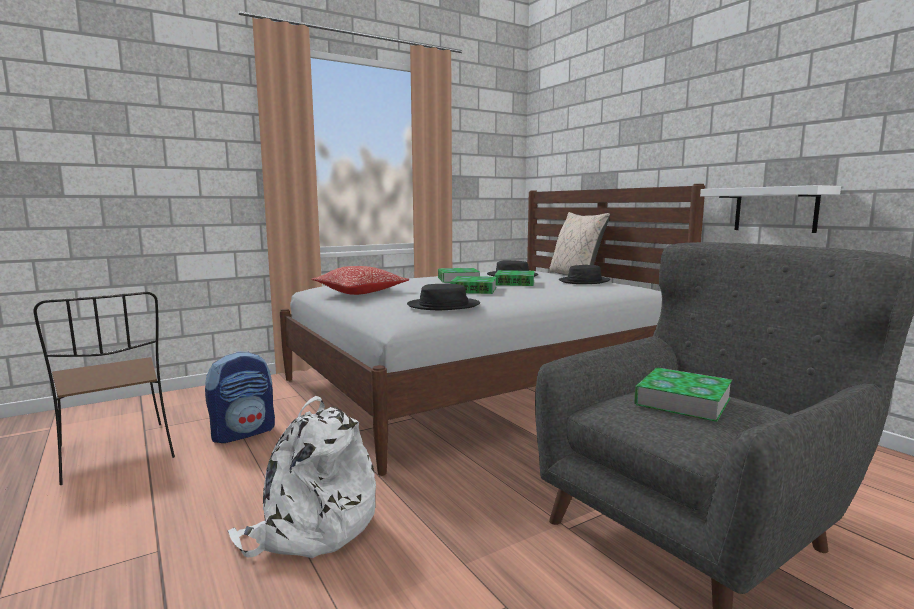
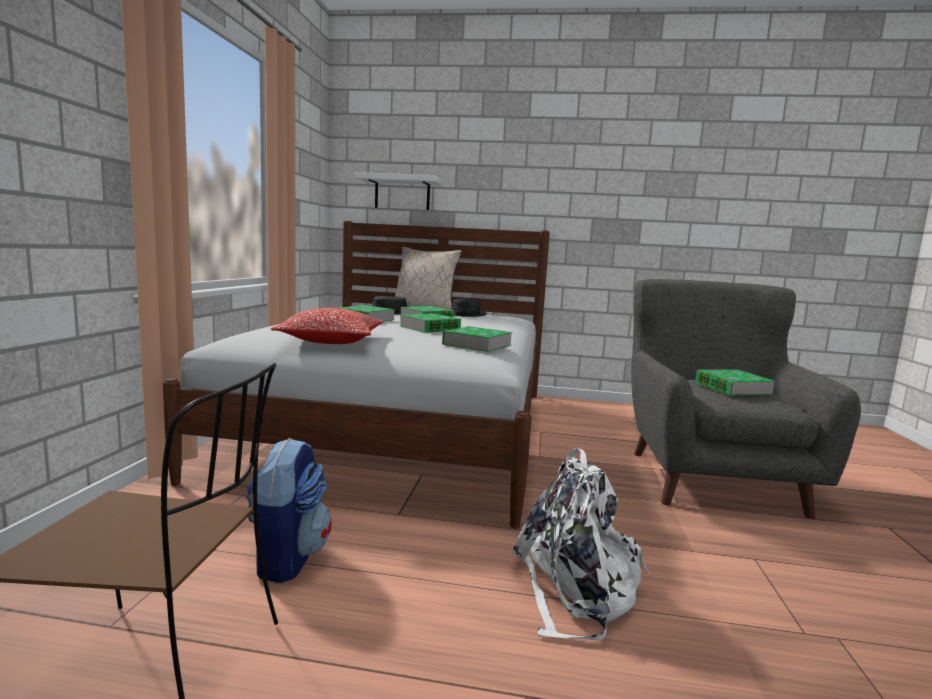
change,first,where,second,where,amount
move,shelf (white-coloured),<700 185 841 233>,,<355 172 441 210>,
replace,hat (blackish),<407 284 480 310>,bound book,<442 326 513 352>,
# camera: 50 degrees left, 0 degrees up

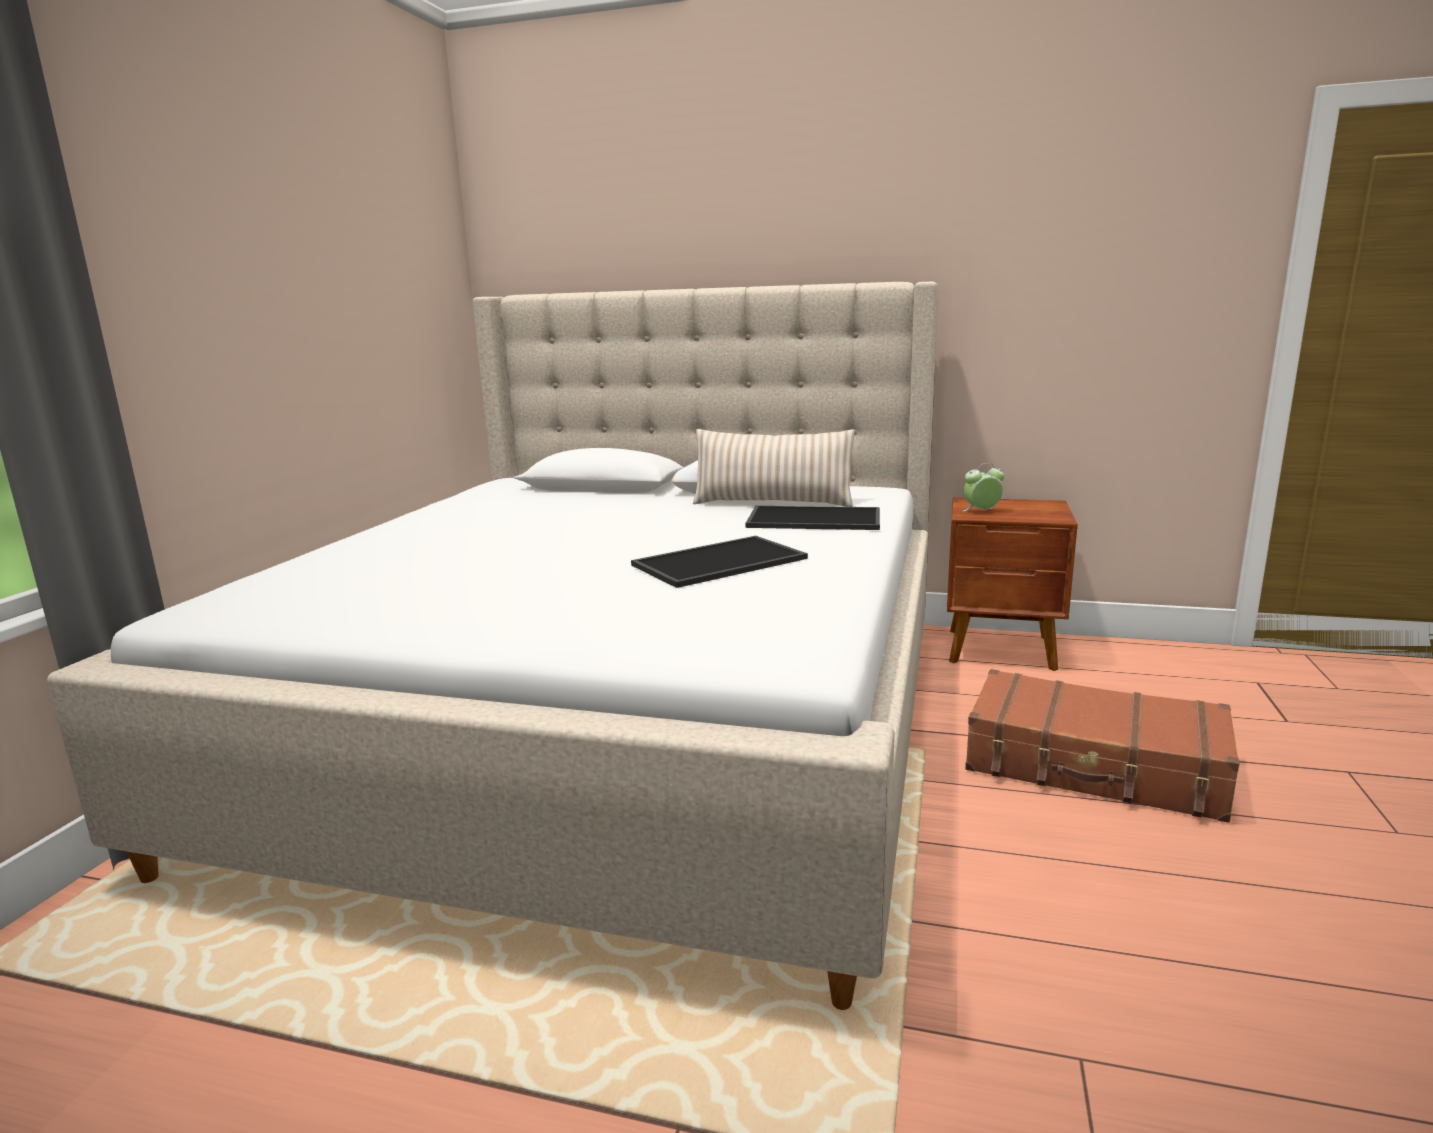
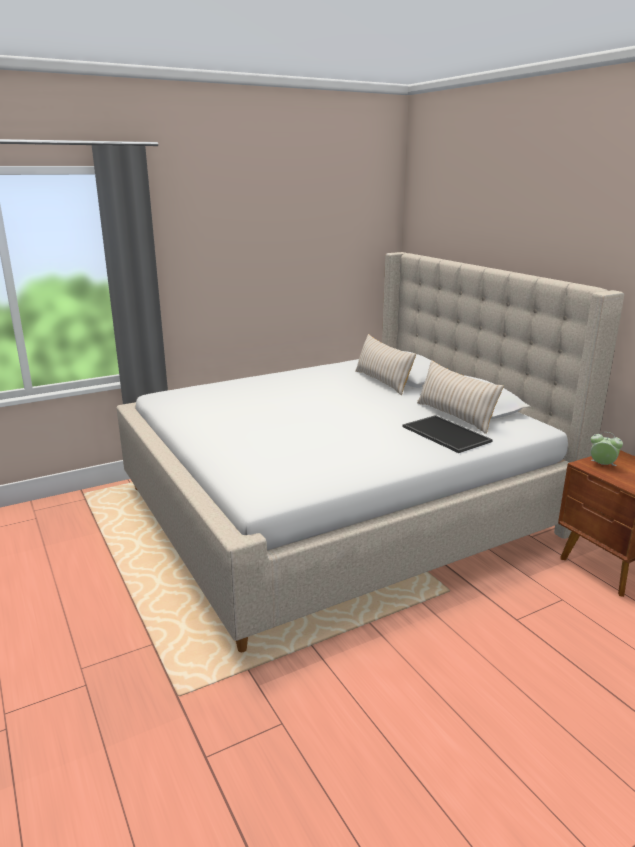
change,first,where,second,where,amount
delete,tray,<631 536 808 588>,,,
delete,suitcase (brownish),<965 669 1239 823>,,,
insert,,,throw pillow (beige-coloured),<355 334 416 395>,
# camera: 45 degrees right, 5 degrees up

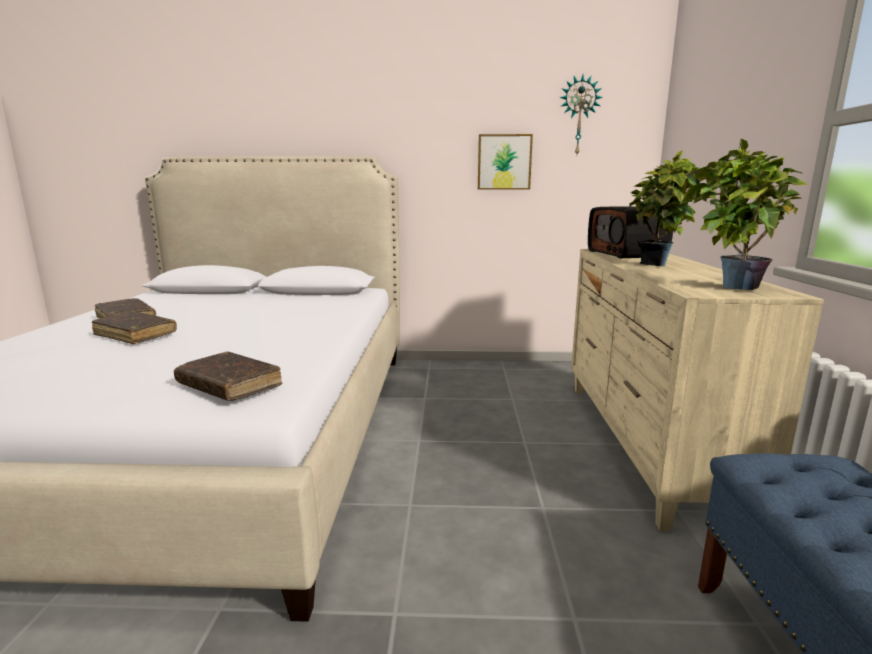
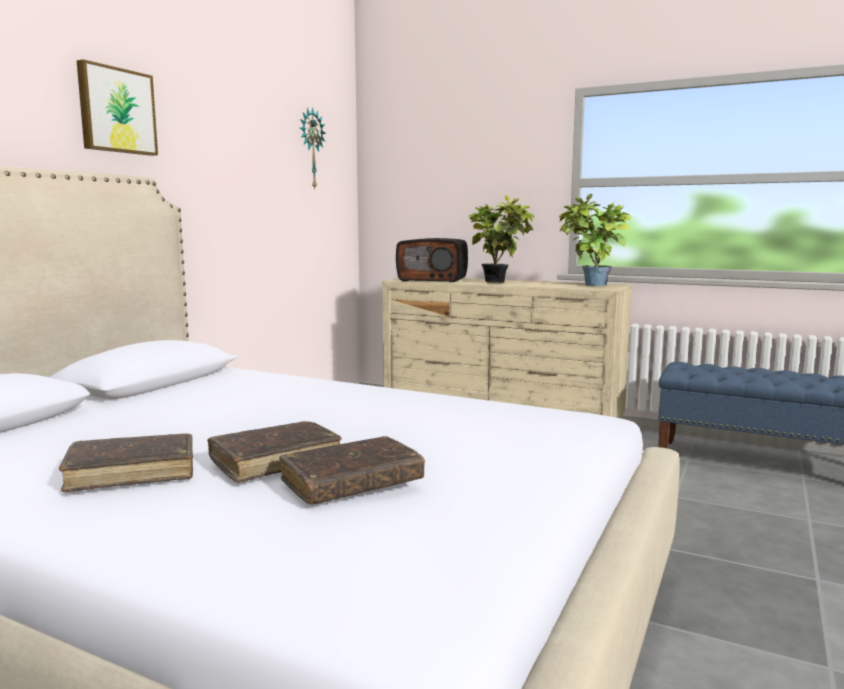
change,first,where,second,where,amount
move,picture,<478 134 533 190>,,<77 59 158 156>,
move,bound book (brownish),<174 352 282 401>,,<279 436 425 504>,
# camera: 65 degrees left, 5 degrees down

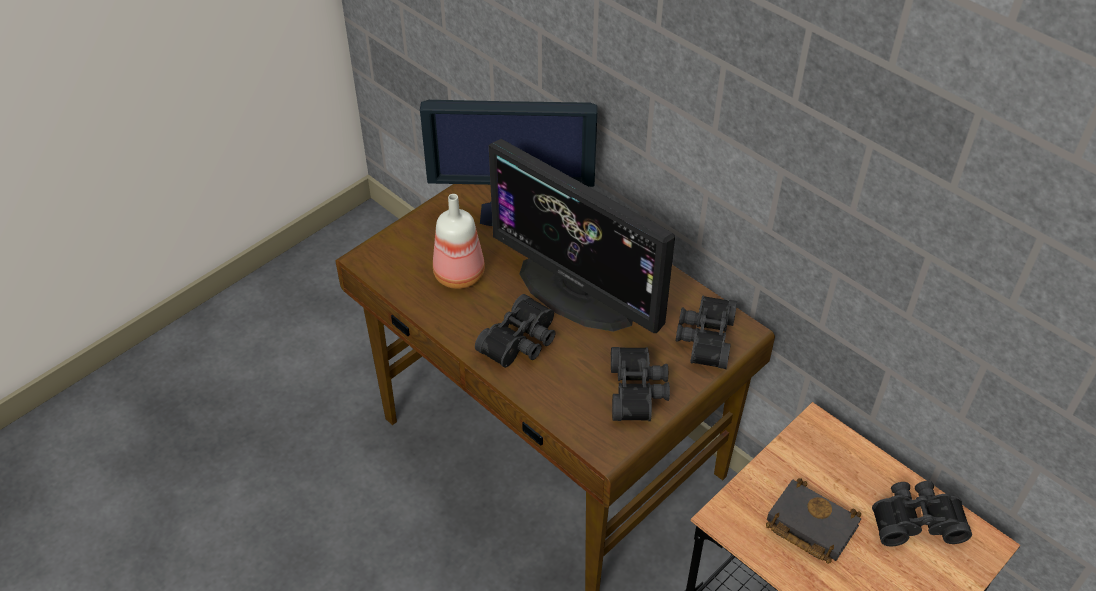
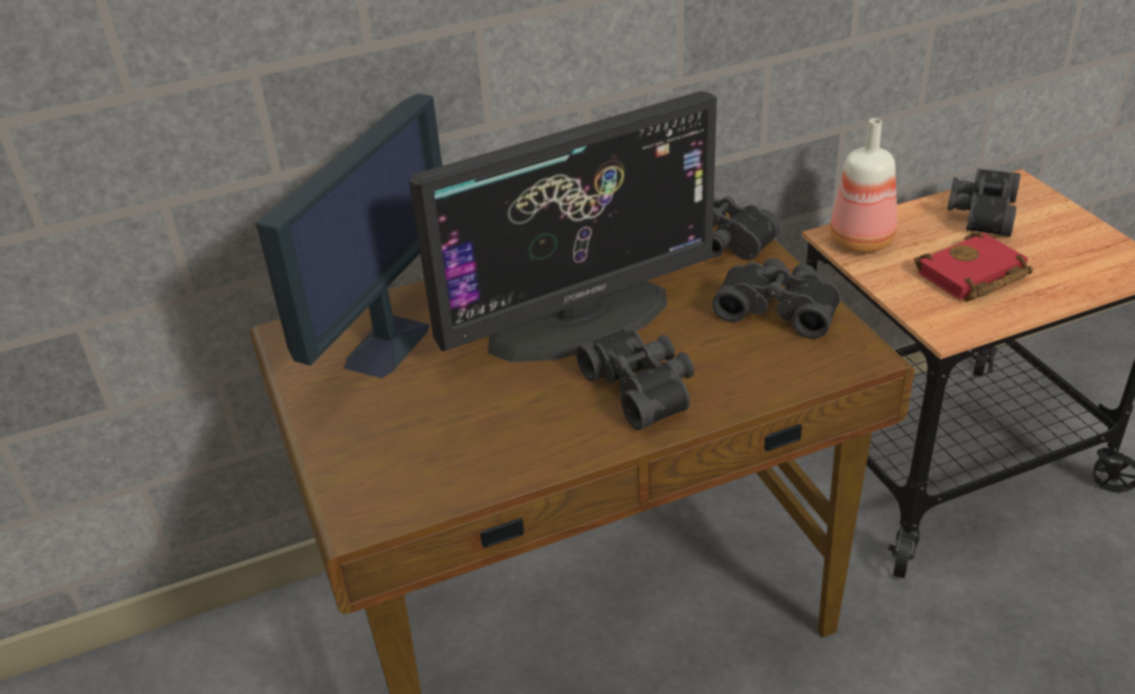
change,first,where,second,where,amount
move,beverage bottle,<433 194 485 289>,,<830 118 897 253>,
recolor,bound book (blackish),<766 478 861 564>,bound book (red-coloured),<914 232 1033 302>,
# camera: 65 degrees left, 10 degrees down

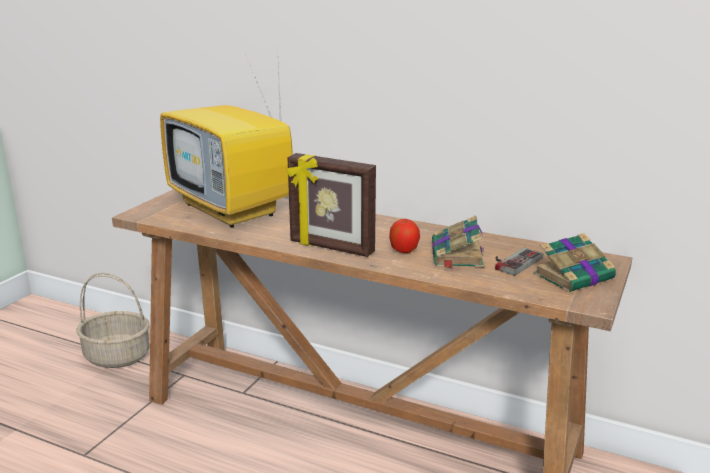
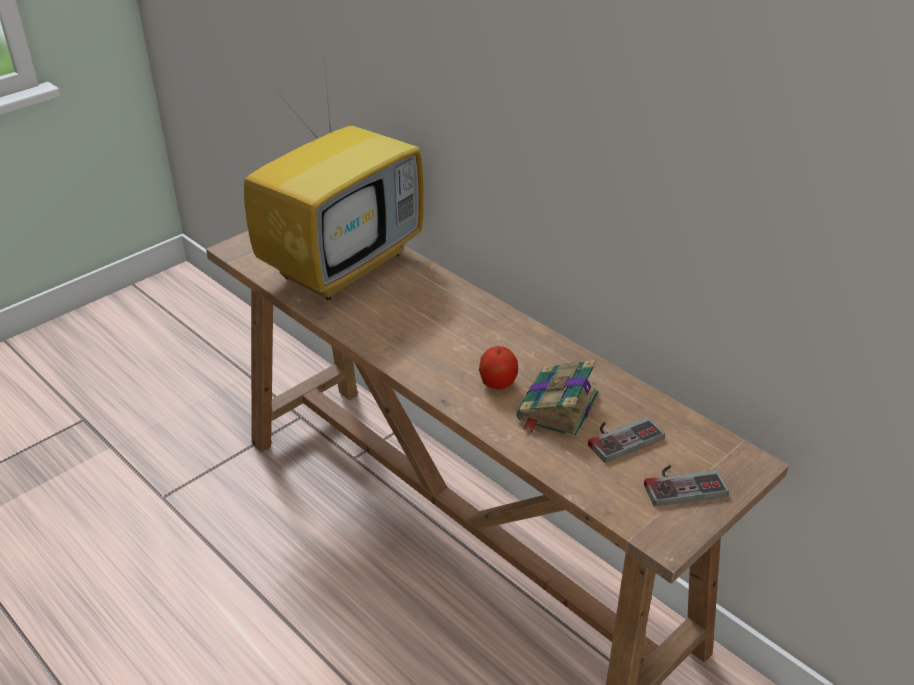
change,first,where,second,where,amount
rotate,TV,<160 44 293 228>,,<244 44 424 300>,120 degrees counterclockwise
delete,photo frame,<287 153 376 257>,,,
replace,bound book,<533 233 616 293>,joypad,<644 465 729 506>,
delete,household basket,<77 273 150 368>,,,
# camera: 20 degrees right, 15 degrees up

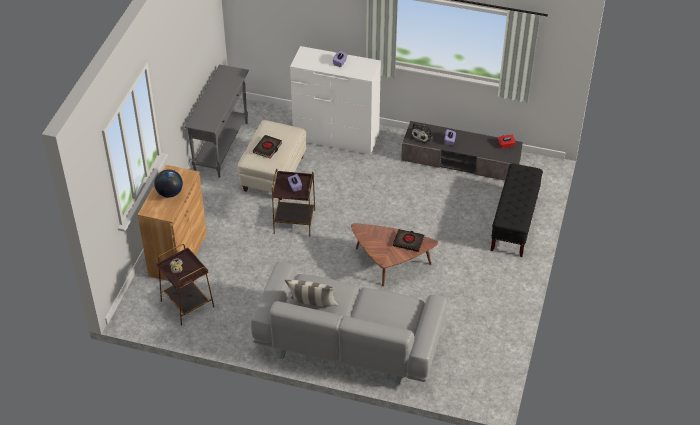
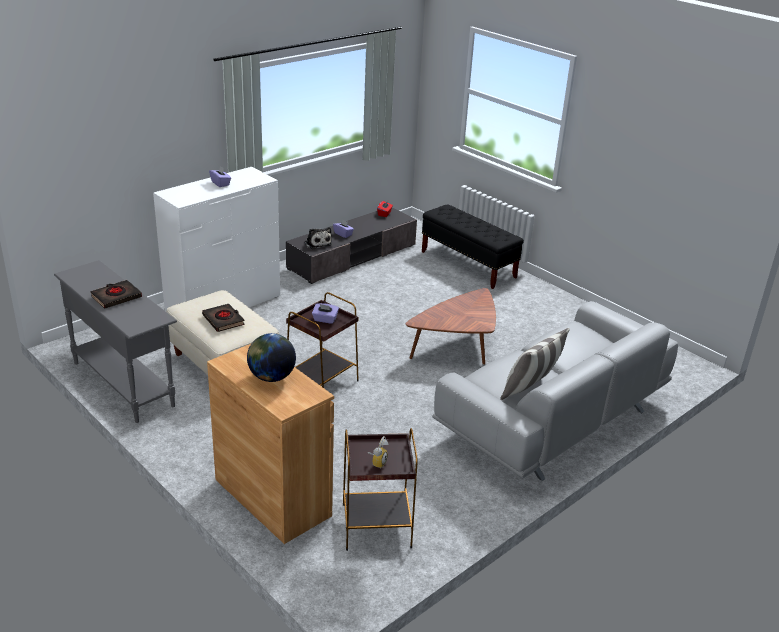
change,first,where,second,where,amount
move,bound book (blackish),<393 229 424 252>,,<90 280 142 309>,
# camera: 60 degrees left, 15 degrees down

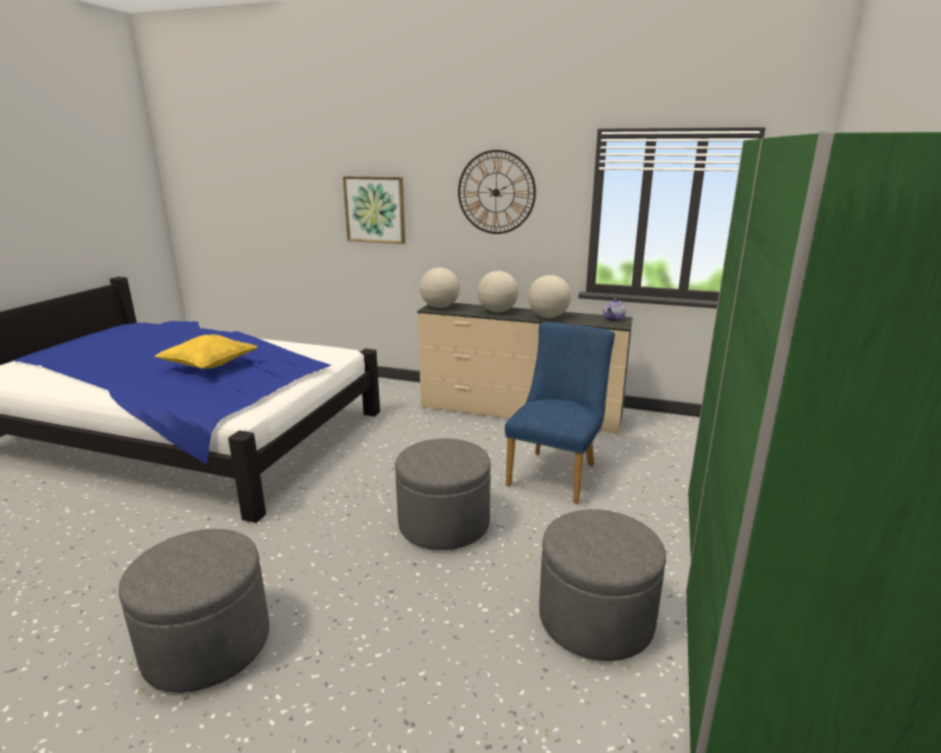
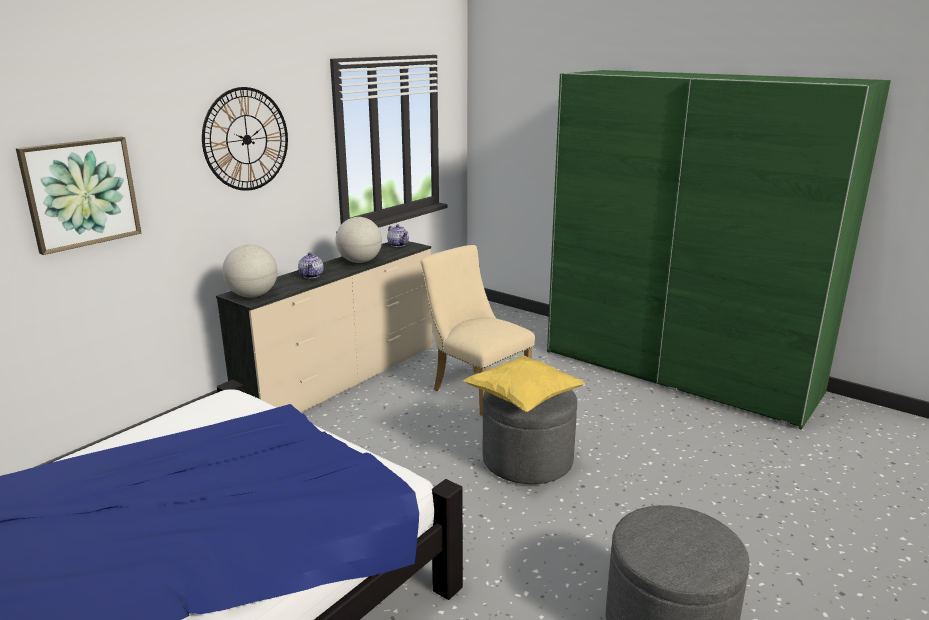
change,first,where,second,where,amount
replace,desk globe,<477 271 519 312>,teapot,<298 252 324 278>,
recolor,plain chair (bluish),<505 322 615 504>,plain chair (beige-coloured),<421 245 535 417>,
move,throw pillow (yellowish),<154 334 258 369>,,<463 355 585 412>,
delete,ottoman (grey),<539 509 666 661>,,,
# camera: 70 degrees left, 0 degrees up

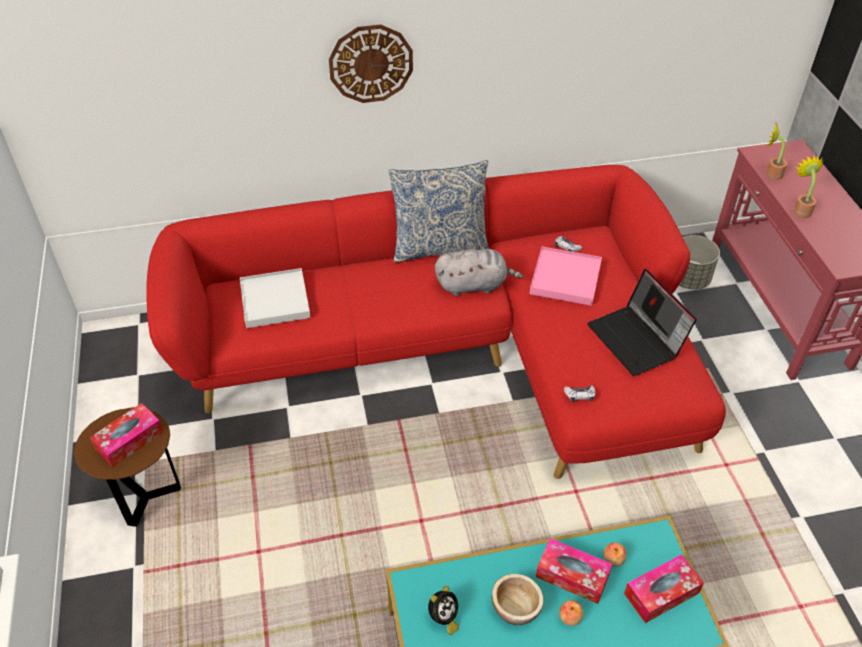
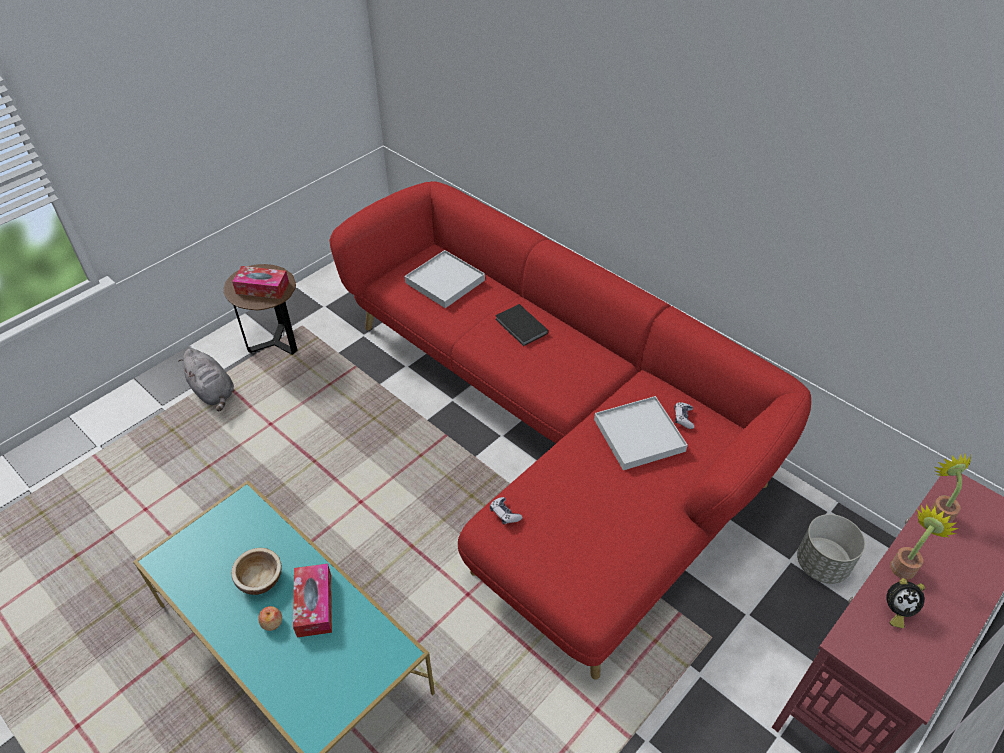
change,first,where,second,where,amount
delete,hanging clock,<329 24 413 103>,,,
delete,throw pillow,<388 160 489 263>,,,
recolor,tray (pink),<530 246 602 306>,tray (white-coloured),<594 396 688 470>,
move,plush toy (grey),<435 249 523 296>,,<178 348 234 411>,
delete,notebook computer,<587 269 697 376>,,,
delete,apple fruit,<603 542 627 567>,,,
delete,tissue box,<624 554 704 623>,,,
move,alarm clock,<428 586 459 635>,,<886 578 925 628>,
insert,,,bound book (blackish),<495 304 549 346>,
# camera: 55 degrees right, 0 degrees up

